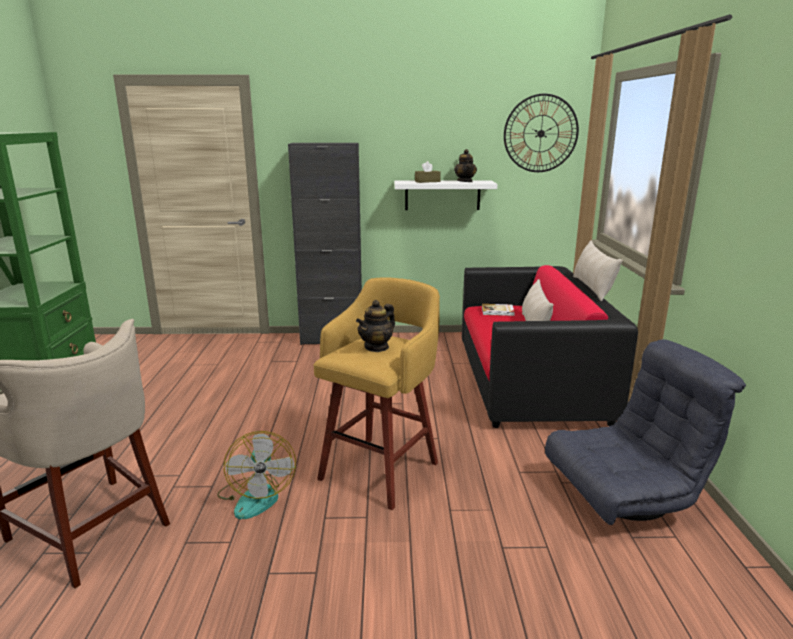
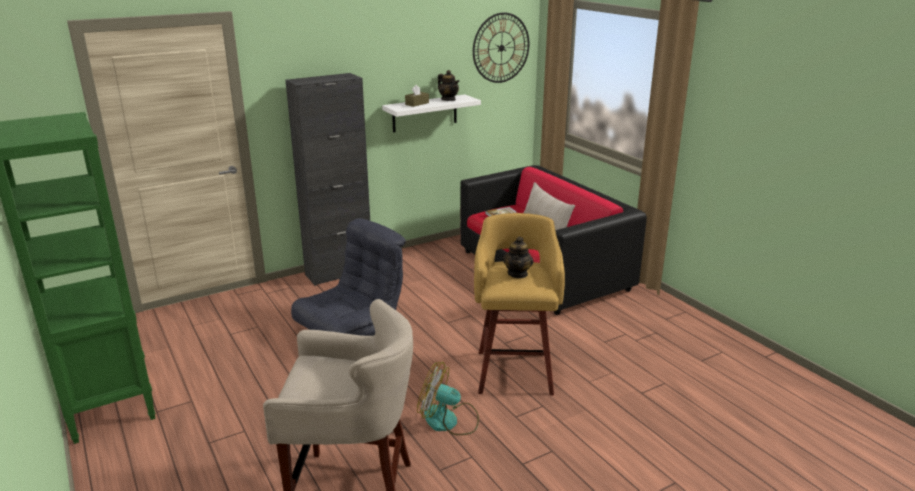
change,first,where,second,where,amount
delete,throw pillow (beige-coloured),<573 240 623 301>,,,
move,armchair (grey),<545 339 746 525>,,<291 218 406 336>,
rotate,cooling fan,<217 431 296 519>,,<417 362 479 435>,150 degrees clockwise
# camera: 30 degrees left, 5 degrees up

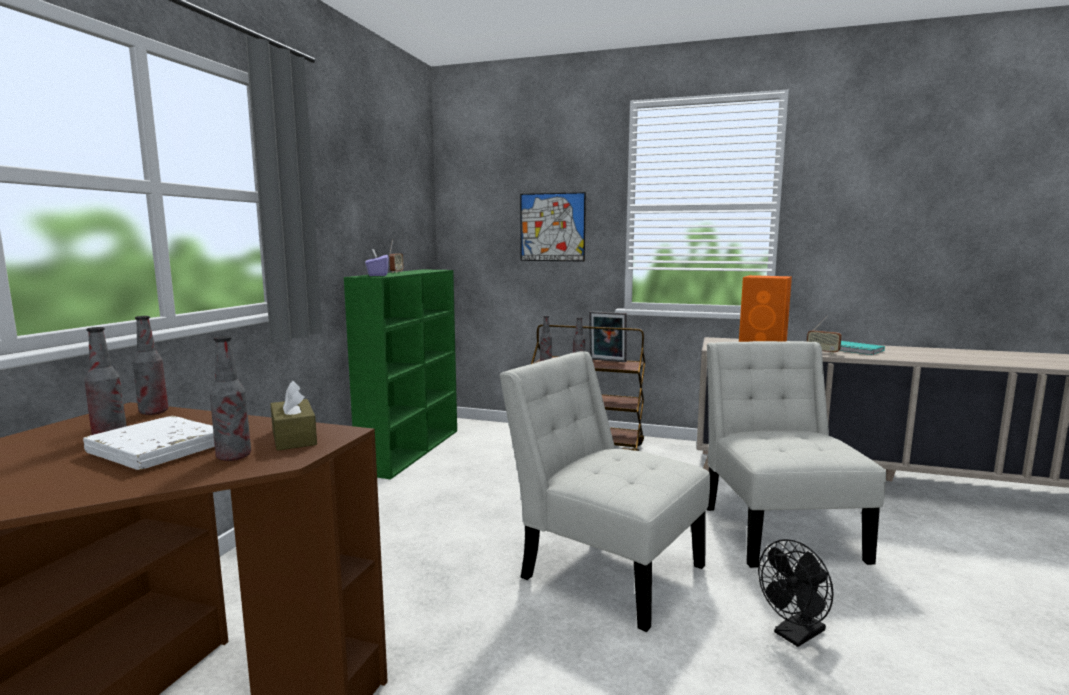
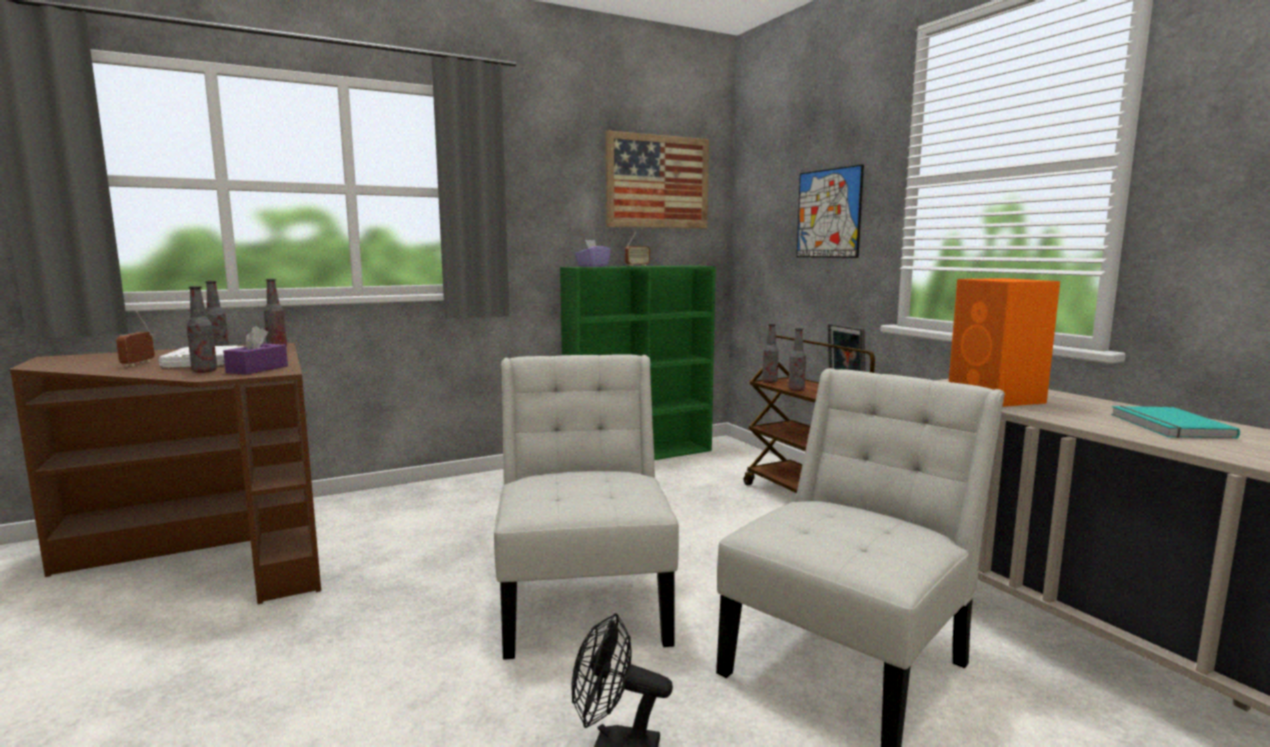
change,first,where,second,where,amount
move,radio set,<807 316 842 354>,,<116 311 155 367>,
recolor,tissue box (brownish),<270 381 317 451>,tissue box (purple),<223 326 288 375>,
insert,,,picture,<606 130 709 228>,
# camera: 45 degrees right, 0 degrees up

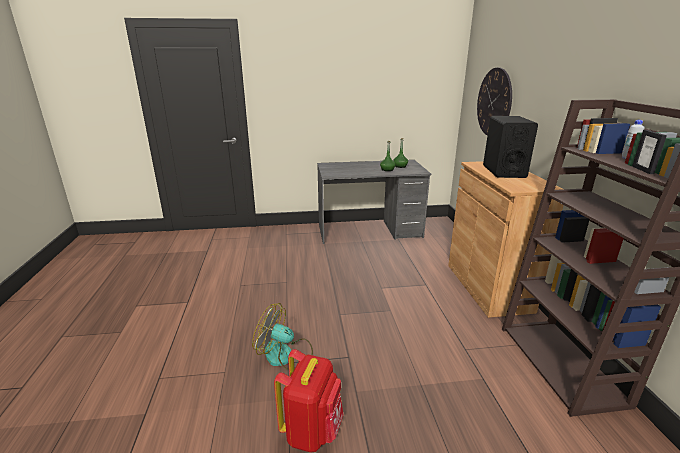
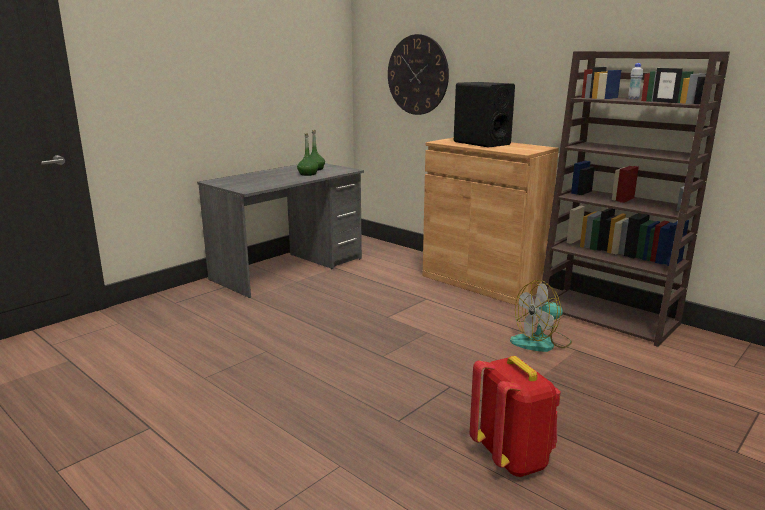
change,first,where,second,where,amount
move,cooling fan,<252 303 313 370>,,<510 280 572 352>,
# camera: 40 degrees left, 5 degrees down

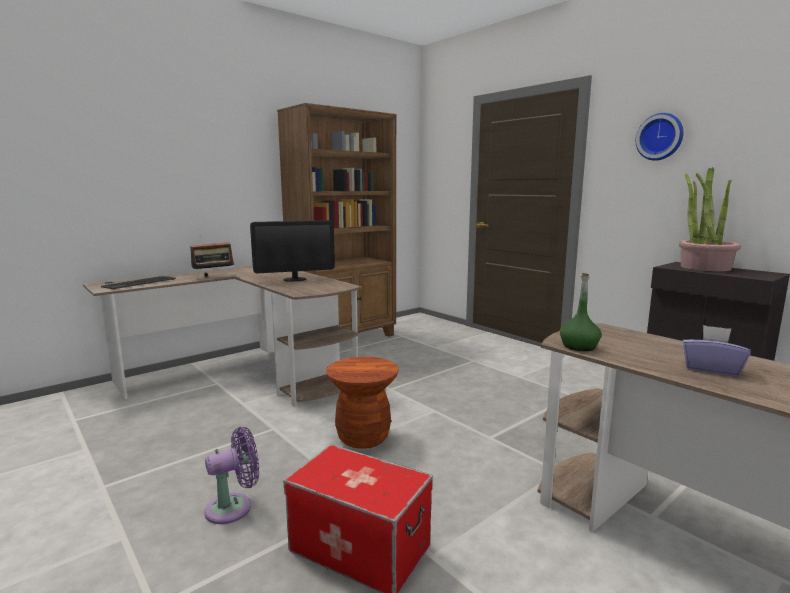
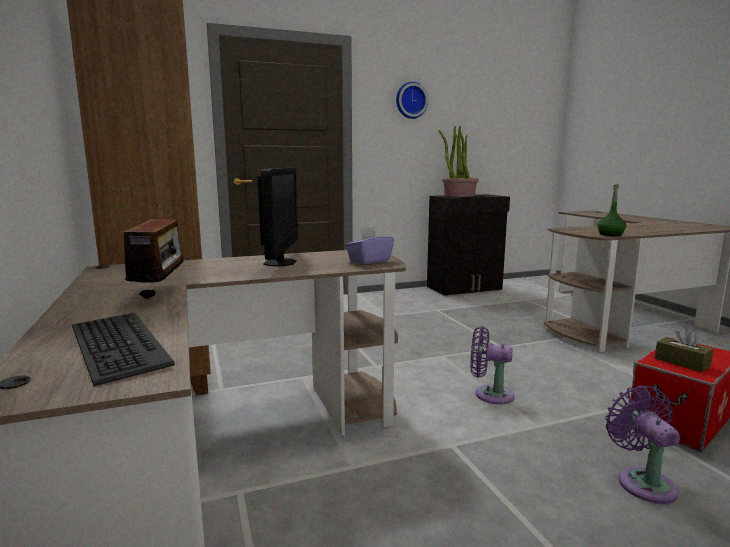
change,first,where,second,where,amount
move,tissue box (purple),<683 325 751 376>,,<345 226 394 264>,
replace,stool (brownish),<326 357 399 449>,cooling fan (purple),<470 326 514 404>,
insert,,,tissue box (brownish),<655 328 714 372>,
# camera: 70 degrees left, 0 degrees up

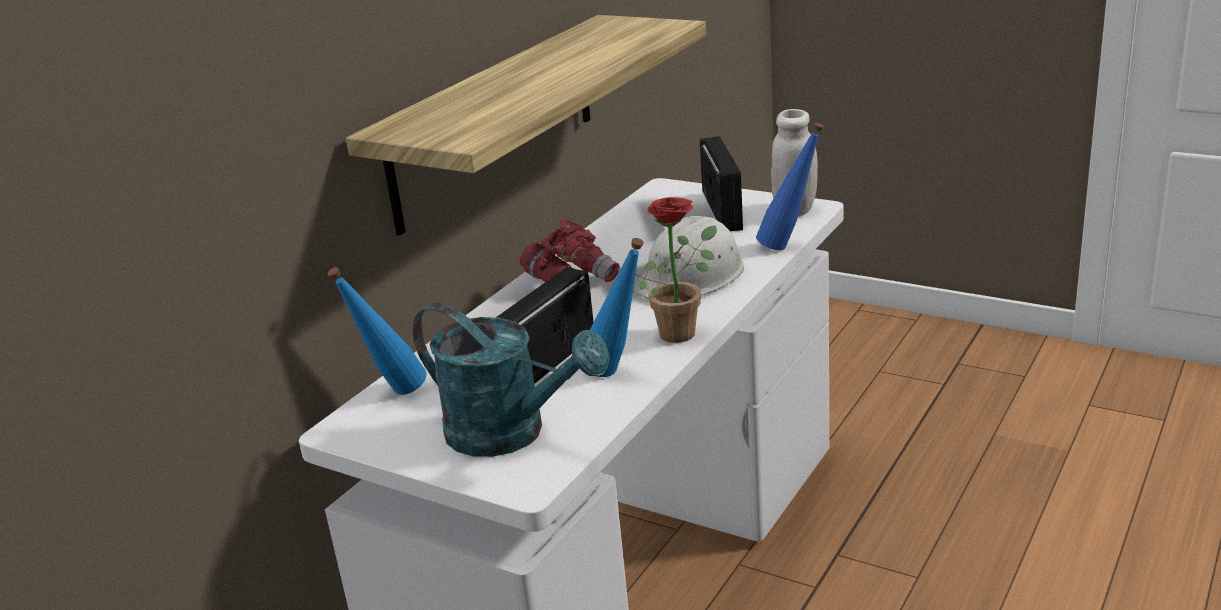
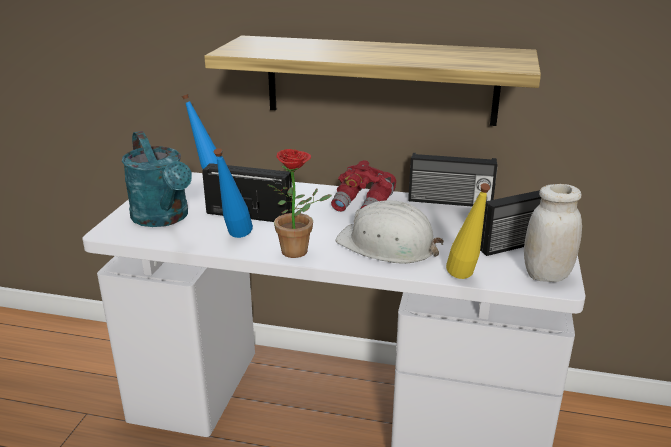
change,first,where,second,where,amount
recolor,beverage bottle (bluish),<756 123 824 250>,beverage bottle (yellowish),<446 183 491 279>,
rotate,sprinkling can (blue-green),<413 303 610 457>,,<122 131 192 227>,45 degrees counterclockwise
insert,,,radio set,<408 153 497 207>,
# camera: 70 degrees right, 0 degrees up

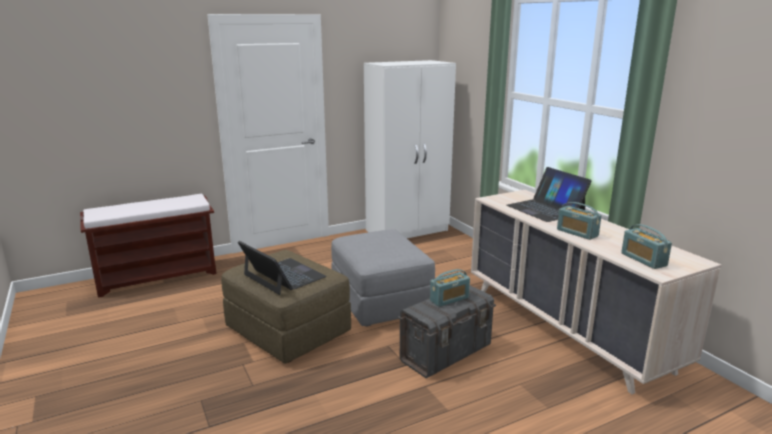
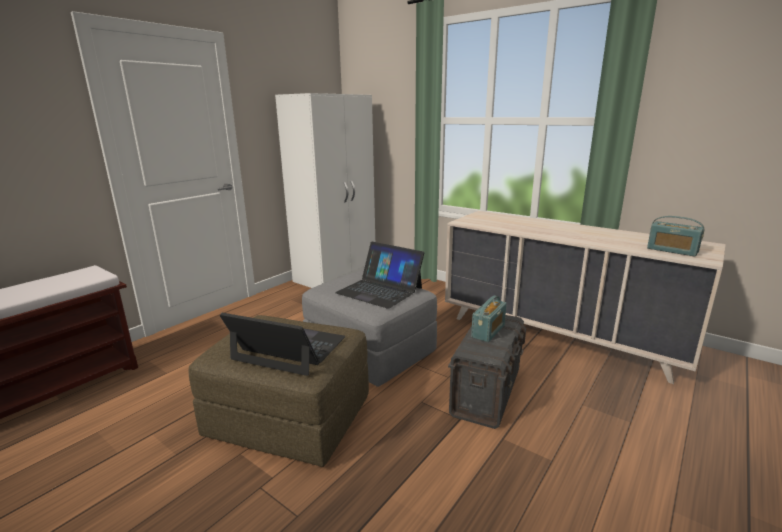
change,first,where,second,where,amount
move,notebook computer,<506 167 592 222>,,<335 242 424 309>,
delete,radio set,<557 202 602 240>,,,
# camera: 25 degrees left, 0 degrees up

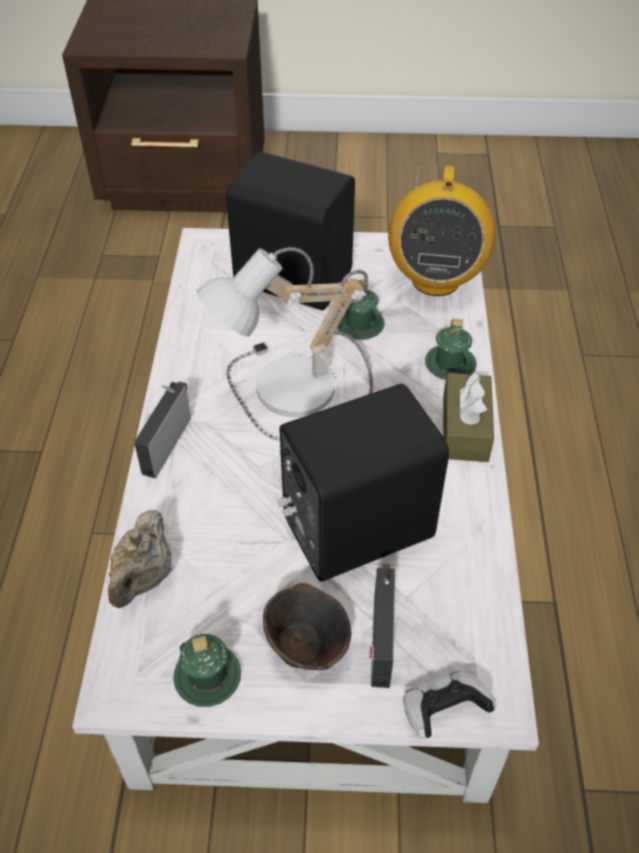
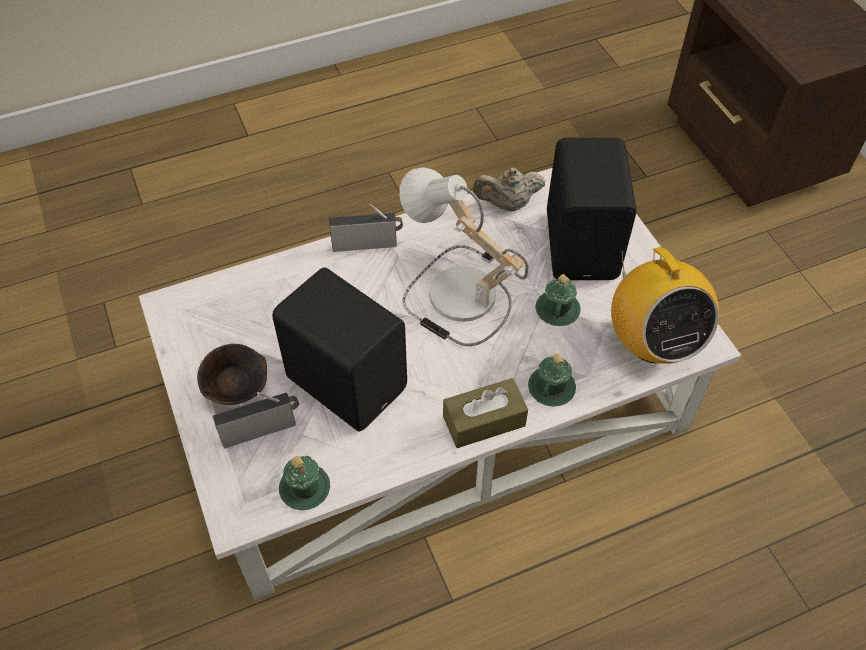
change,first,where,second,where,amount
rotate,radio set,<388 165 496 296>,,<611 247 719 364>,90 degrees counterclockwise
move,teapot (beige-coloured),<108 510 171 608>,,<473 167 545 211>,
move,mug (greenish),<173 634 241 707>,,<279 456 330 510>,
delete,joypad,<403 671 496 738>,,,
# camera: 65 degrees right, 5 degrees up

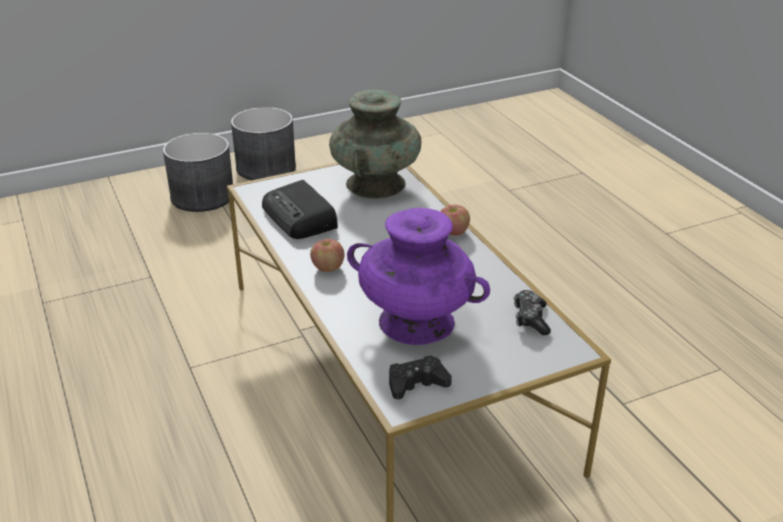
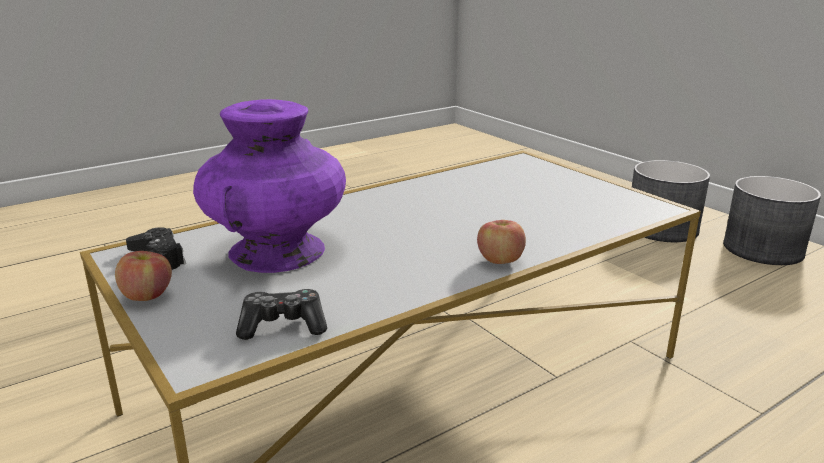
change,first,where,second,where,amount
delete,flower vase (blue-green),<329 90 421 199>,,,
delete,radio set,<262 180 338 239>,,,
move,apple fruit,<310 239 344 272>,,<115 251 172 301>,
# camera: 80 degrees right, 10 degrees down

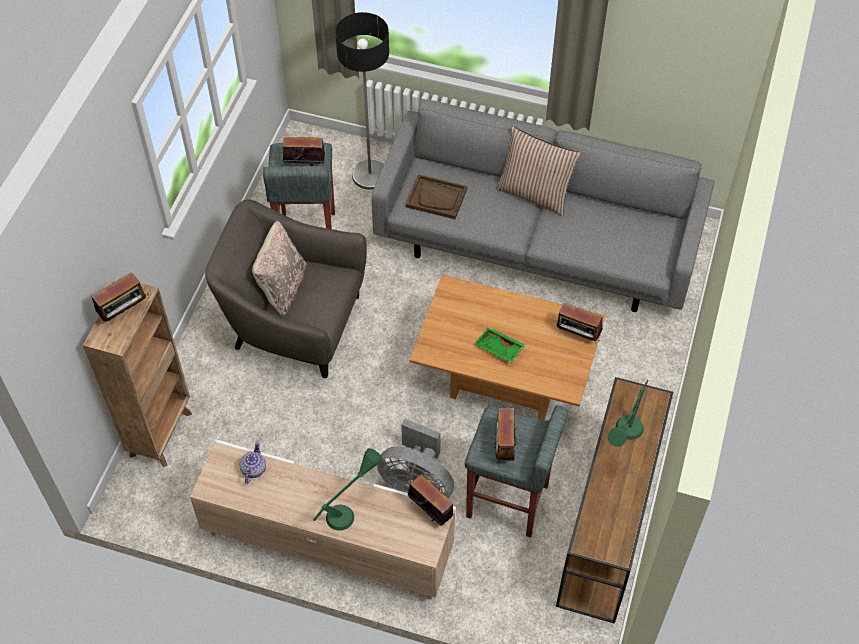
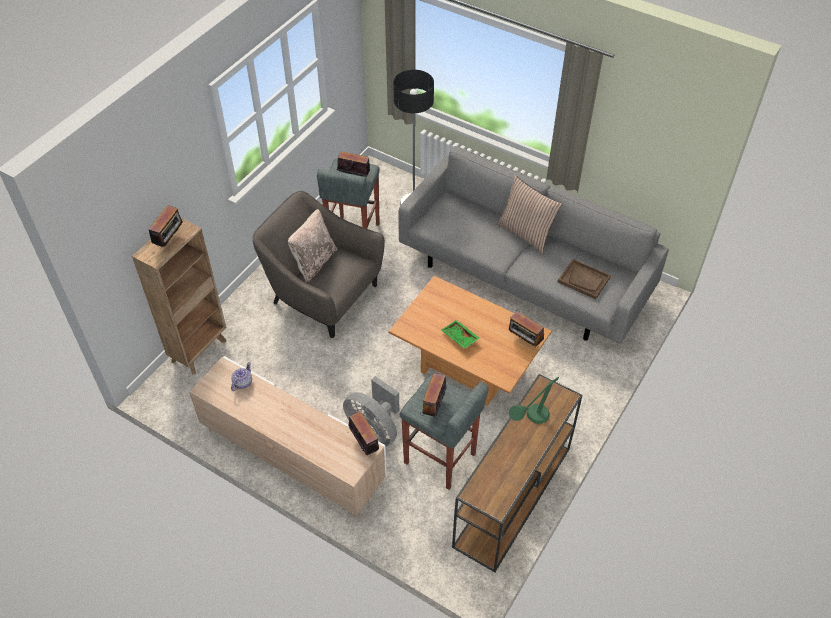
change,first,where,second,where,amount
move,tray (brownish),<406 174 467 219>,,<558 259 611 299>,
rotate,radio set,<91 272 149 322>,,<148 205 185 249>,45 degrees counterclockwise
delete,lamp for a table (greenish),<313 448 383 531>,,,
# camera: 15 degrees right, 5 degrees down

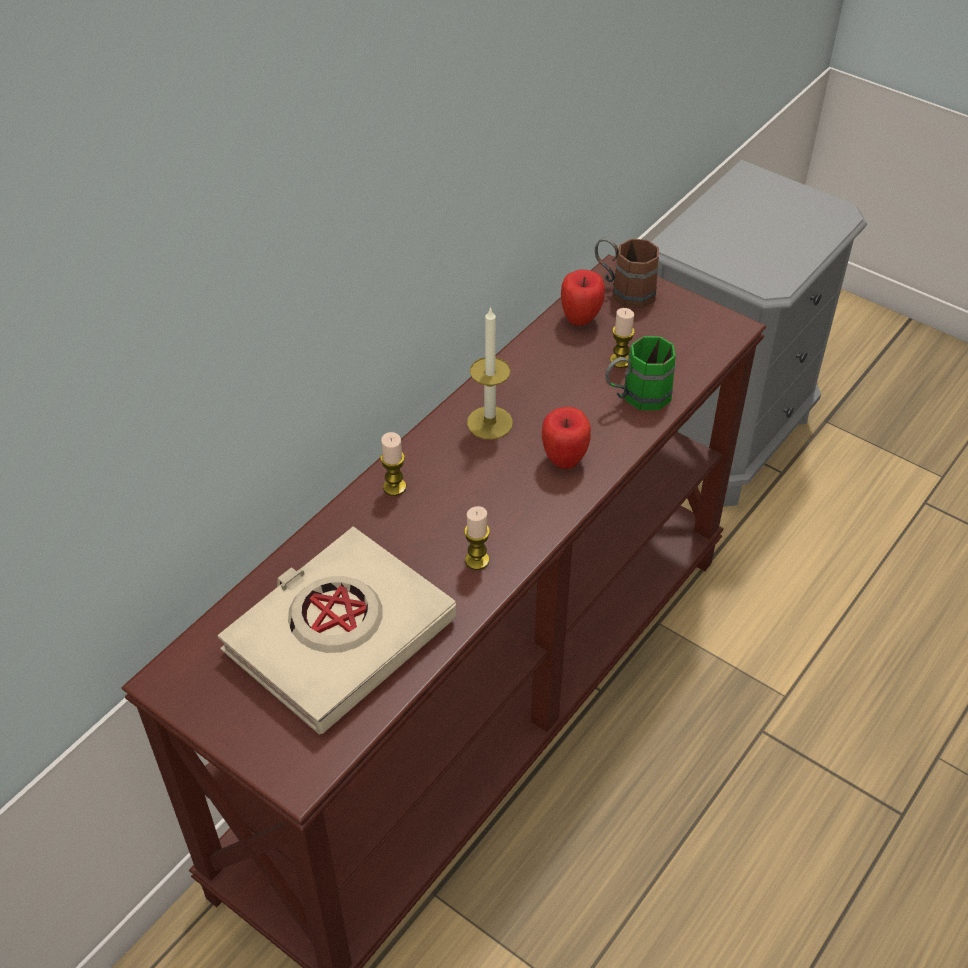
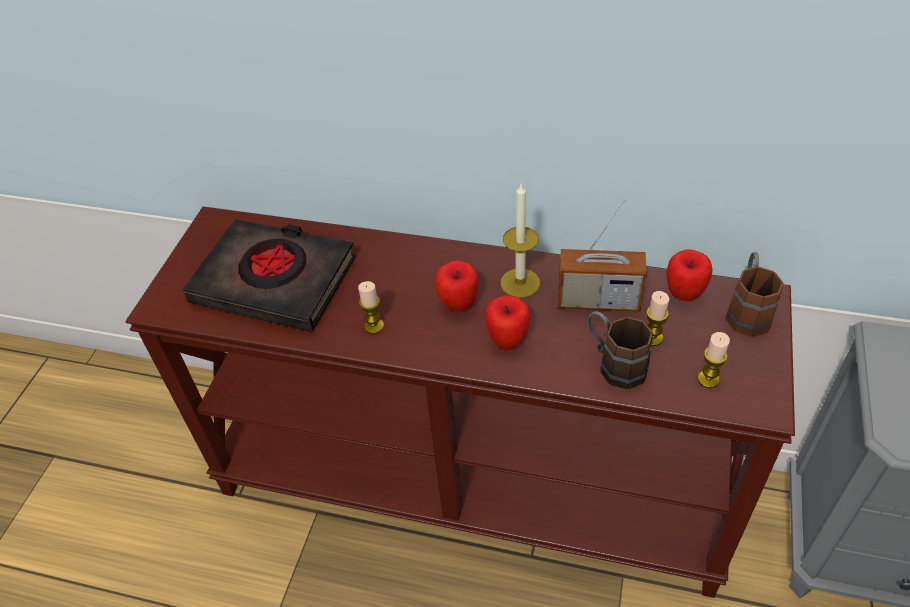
change,first,where,second,where,amount
recolor,mug (greenish),<605 336 675 410>,mug (brownish),<587 311 653 389>,
move,candle,<380 432 406 496>,,<697 332 730 388>,
recolor,bound book (beige-coloured),<218 526 456 734>,bound book (blackish),<182 219 356 332>,
insert,,,radio set,<558 199 647 312>,
insert,,,apple fruit,<435 260 479 311>,
# camera: 70 degrees right, 0 degrees up

